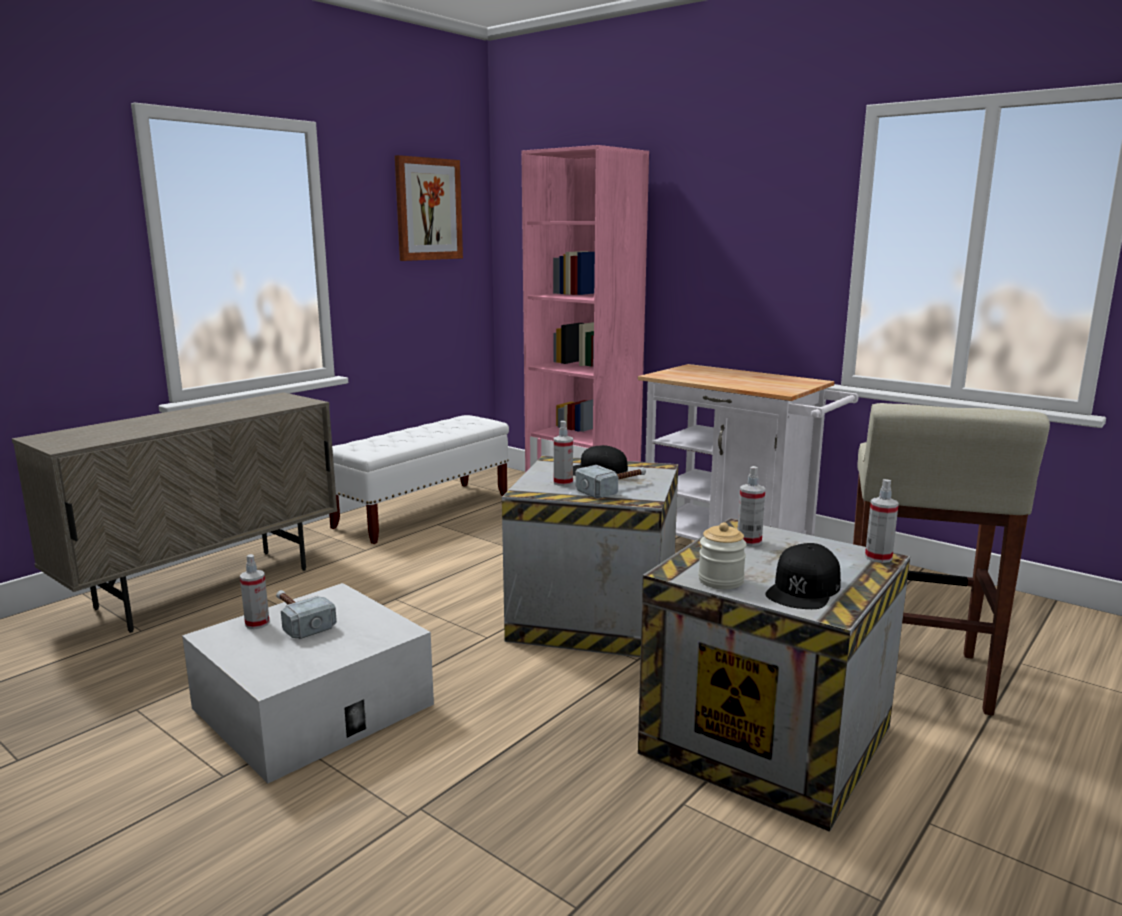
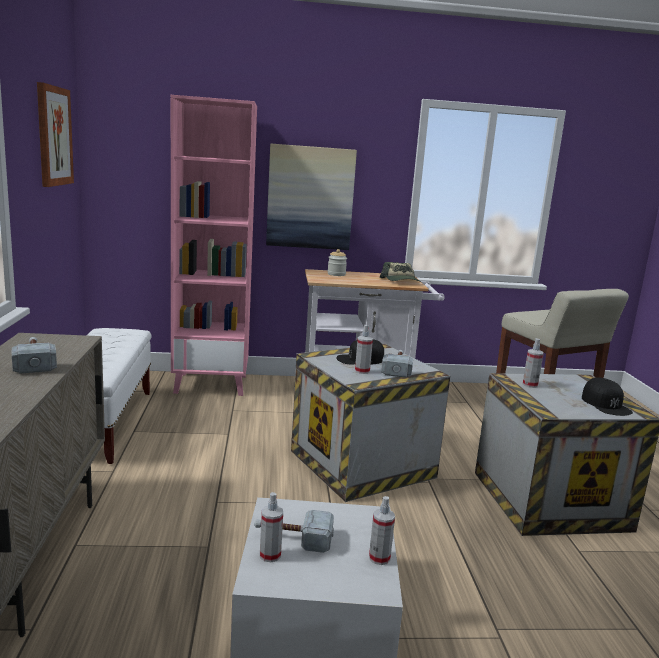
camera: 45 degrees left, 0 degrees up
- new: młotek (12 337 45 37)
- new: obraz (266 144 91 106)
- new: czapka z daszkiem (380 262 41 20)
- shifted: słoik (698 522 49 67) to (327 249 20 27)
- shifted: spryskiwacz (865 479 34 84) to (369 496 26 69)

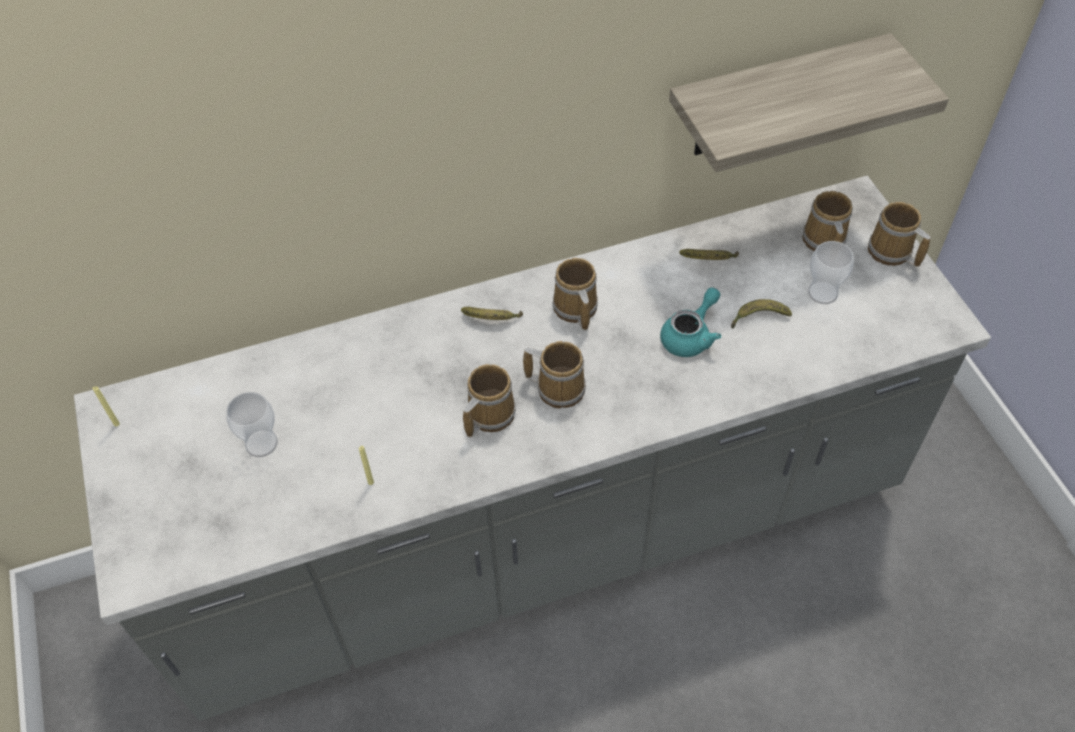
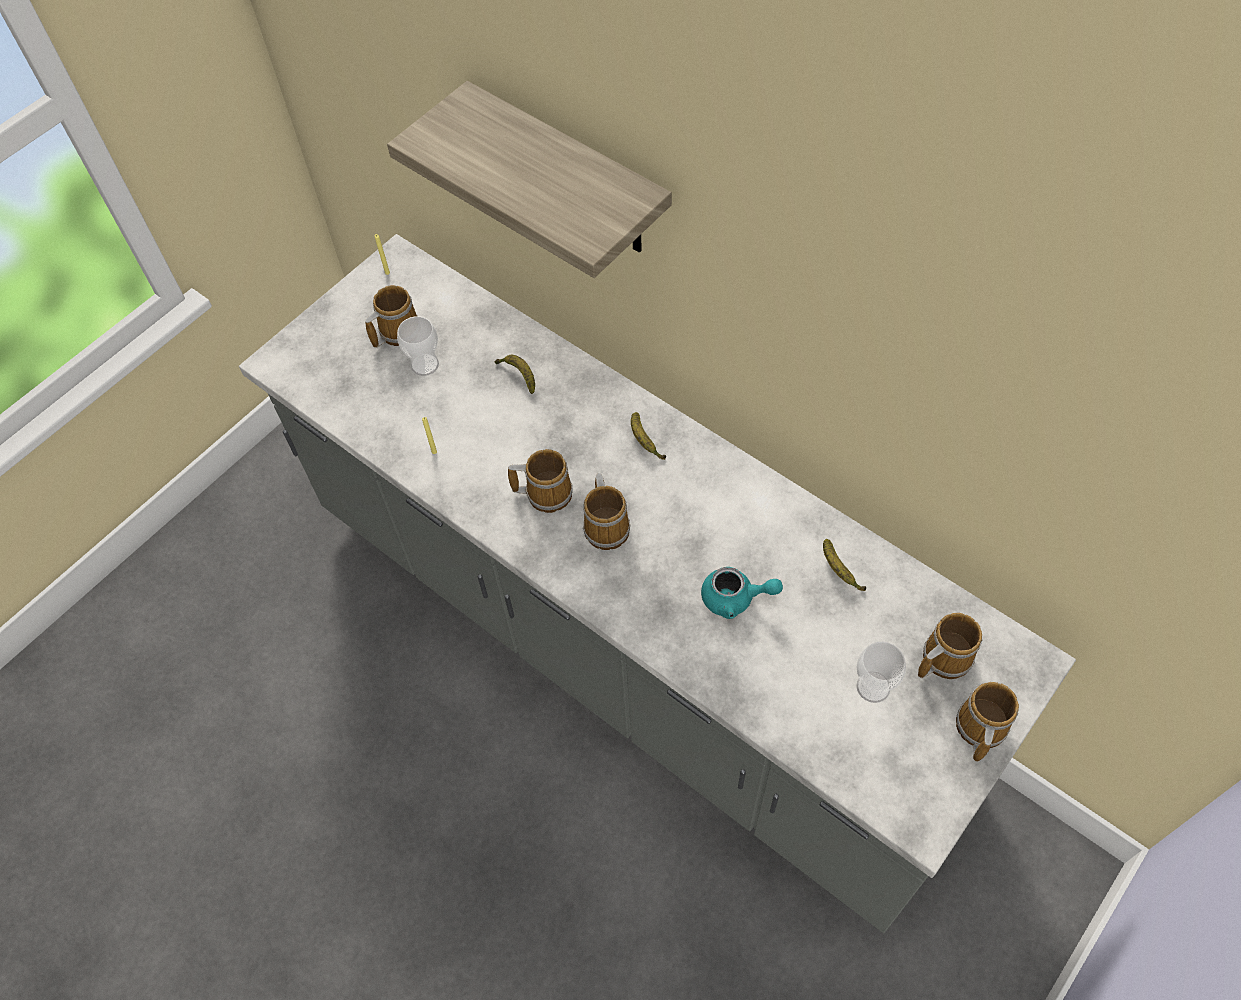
camera: 60 degrees right, 5 degrees up
- shifted: kubek (552 258 46 72) to (365 285 53 63)
- shifted: półka (669 33 280 139) to (387 81 285 197)
- shifted: banan (731 299 61 29) to (495 355 40 39)

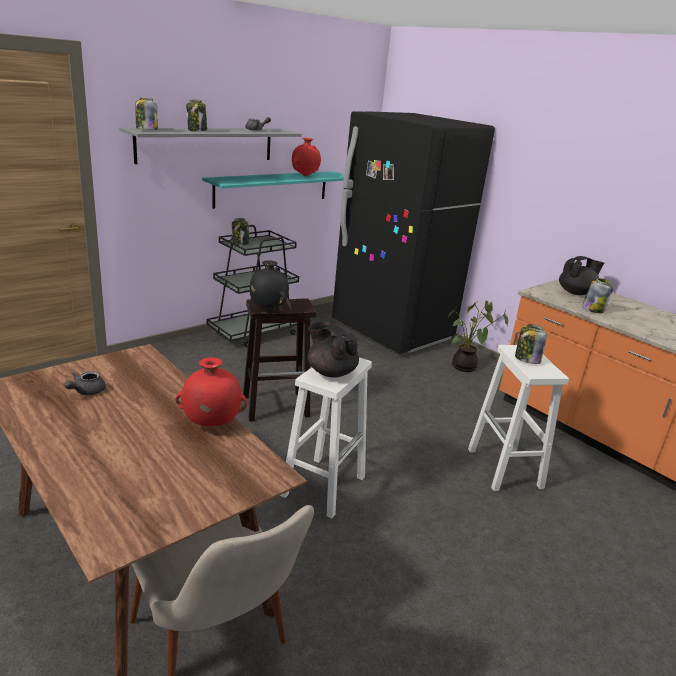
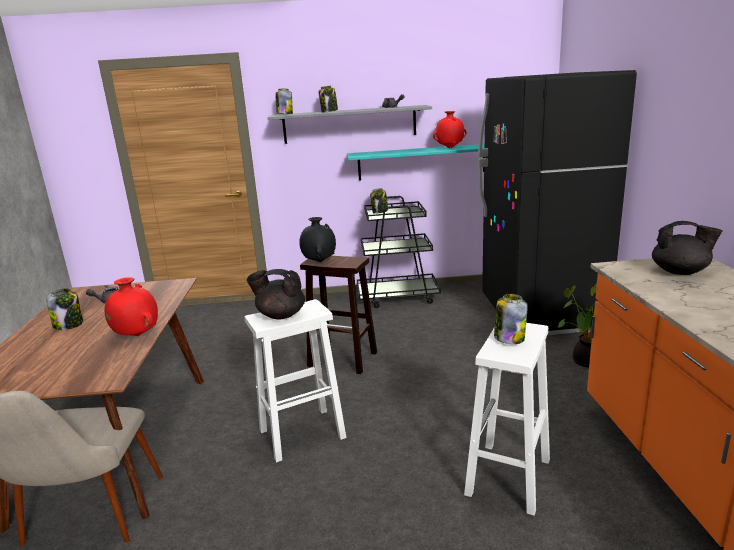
camera: 40 degrees right, 5 degrees down
- shifted: słoik (582 278 31 35) to (46 288 37 42)
- rotated: imbryk/czarny (308 321 51 57) = (247 269 58 51) 75 degrees counterclockwise

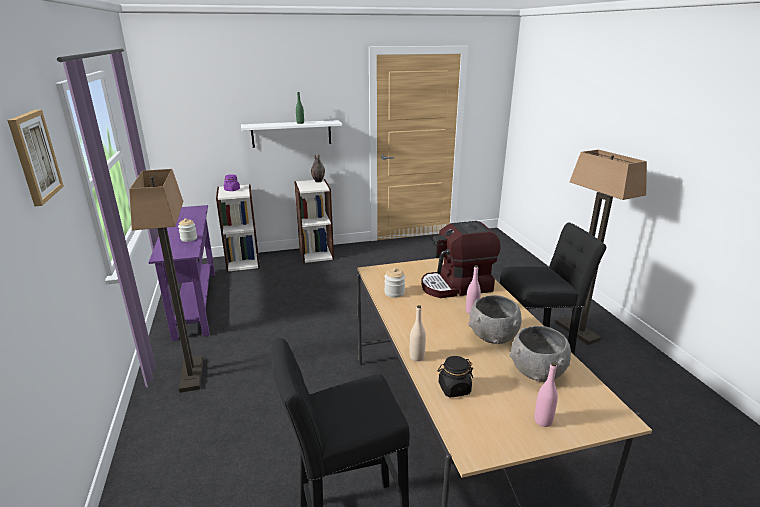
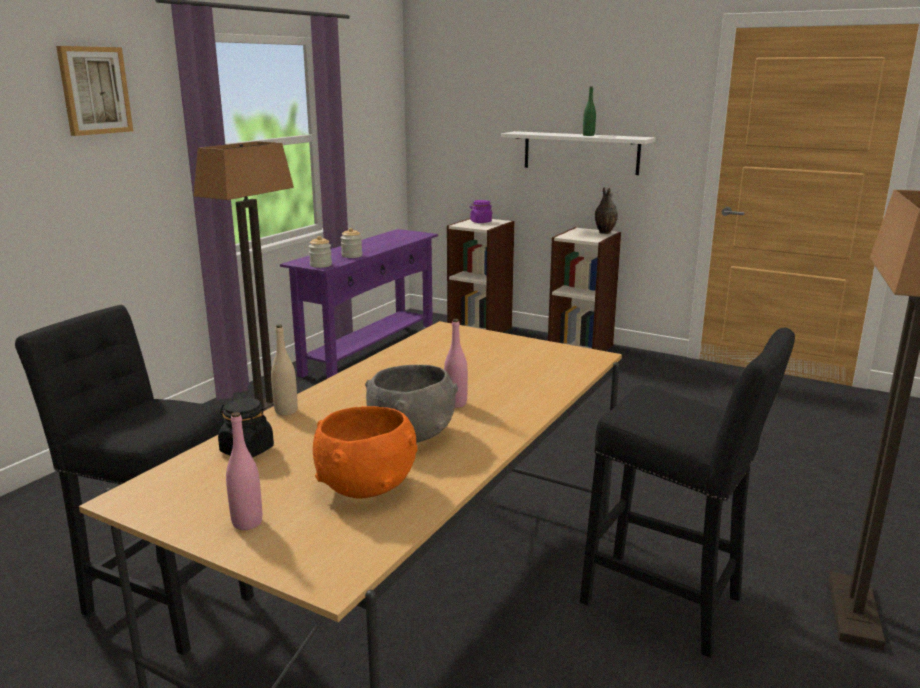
camera: 45 degrees right, 5 degrees down
- gone: ekspres do kawy (421 221 79 77)
- shifted: słoik (384 268 21 30) to (309 236 23 32)
- repainted: miska/szary (509 326 62 56) to miska/pomarańczowy (313 406 104 93)

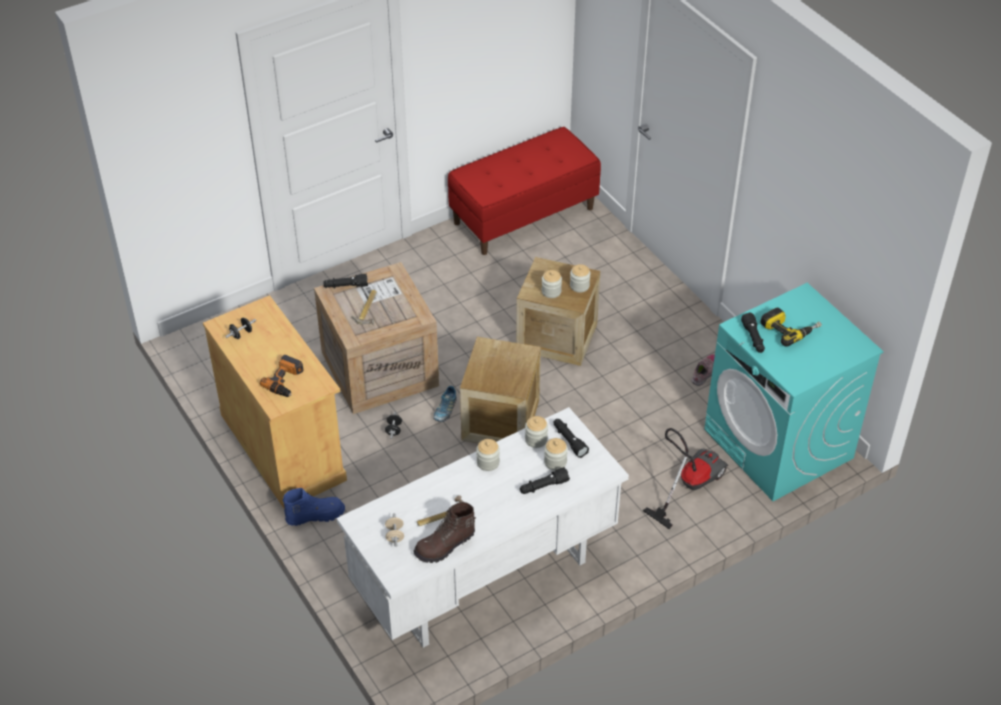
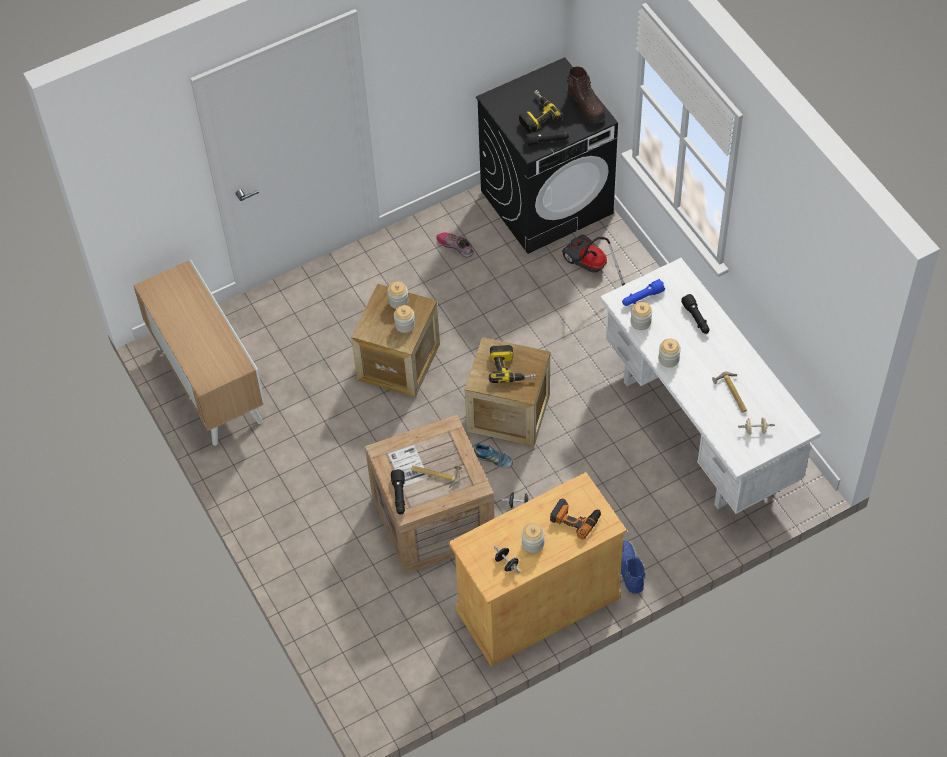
camera: 85 degrees left, 10 degrees up
- new: wiertarka (489 345 47 38)
- shifted: but z cholewką/brązowy (413 502 63 61) to (567 66 39 58)
- shifted: słoik (544 438 24 32) to (522 523 23 30)
- swapped: ławka/czerwony (448 127 153 128) to szafka (133 260 132 186)
- repainted: latarka/czarny (554 419 35 39) to latarka/niebieski (622 279 43 27)
- repainted: pralka/turkusowy (704 283 180 218) to pralka/czarny (476 57 142 197)

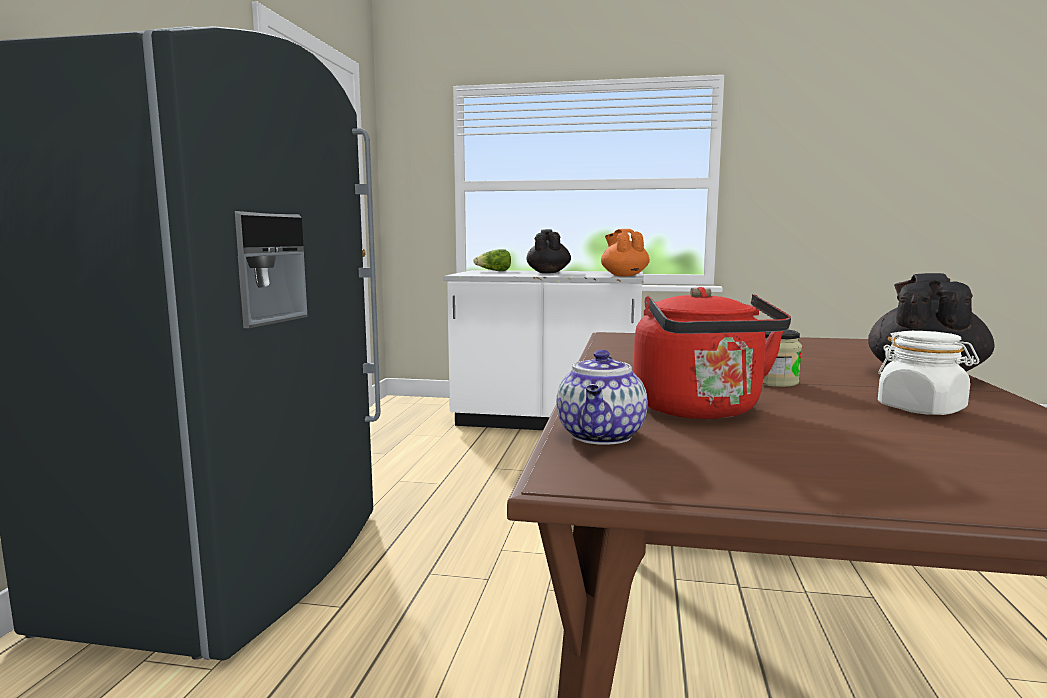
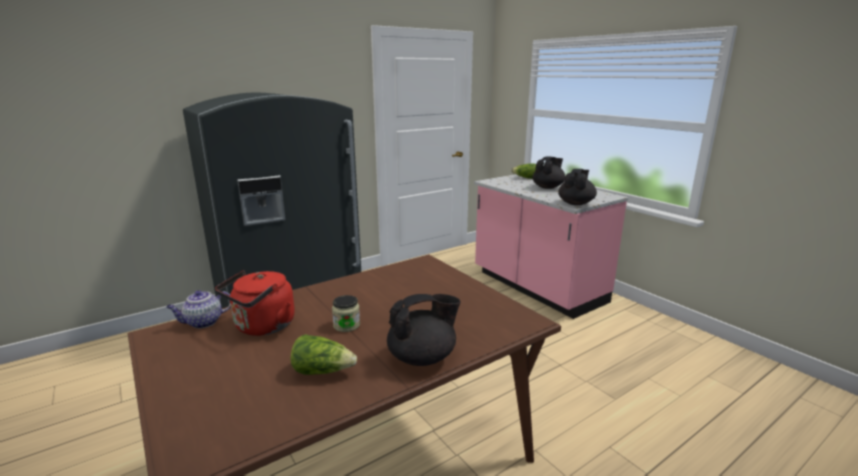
camera: 45 degrees right, 10 degrees up
- swapped: słoik/biały (878 331 101 84) to sałata (291 334 66 41)
- repainted: zabudowa kuchenna/biały (444 270 200 160) to zabudowa kuchenna/różowy (474 174 154 145)
- repainted: imbryk/pomarańczowy (601 229 49 47) to imbryk/czarny (558 169 39 36)

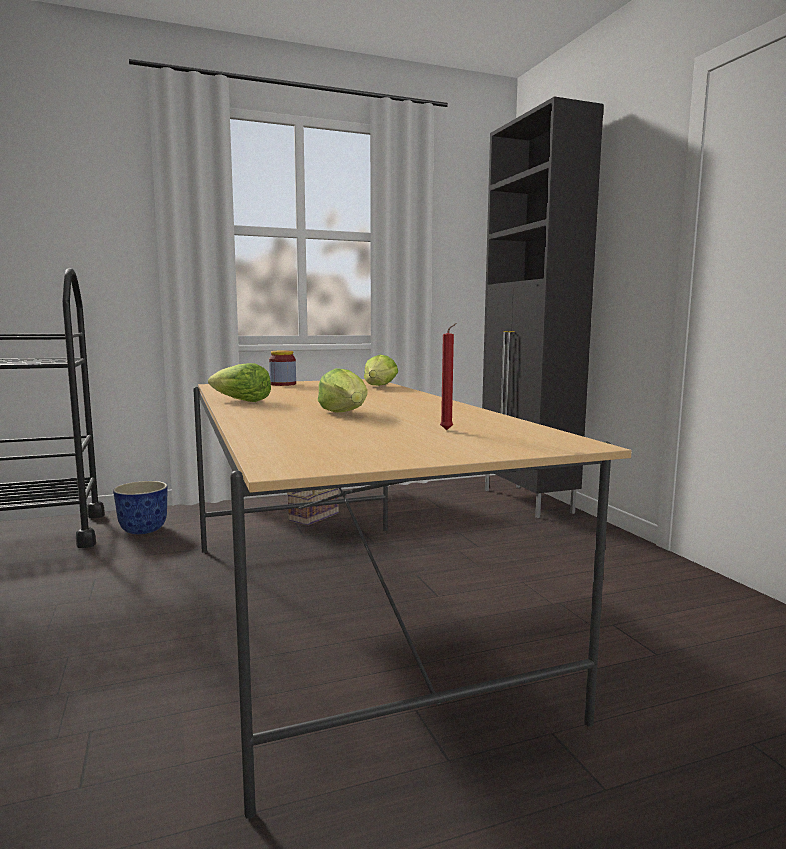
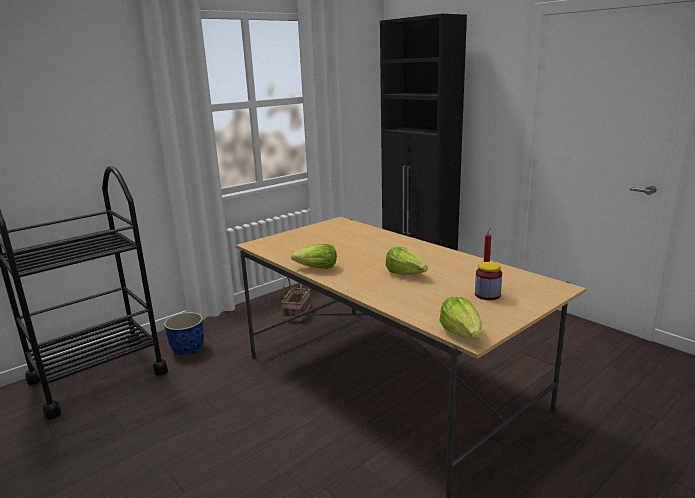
camera: 20 degrees left, 10 degrees up
- shifted: słoik (269 351 27 35) to (475 262 27 38)
- shifted: sałata (364 354 34 32) to (439 297 43 42)

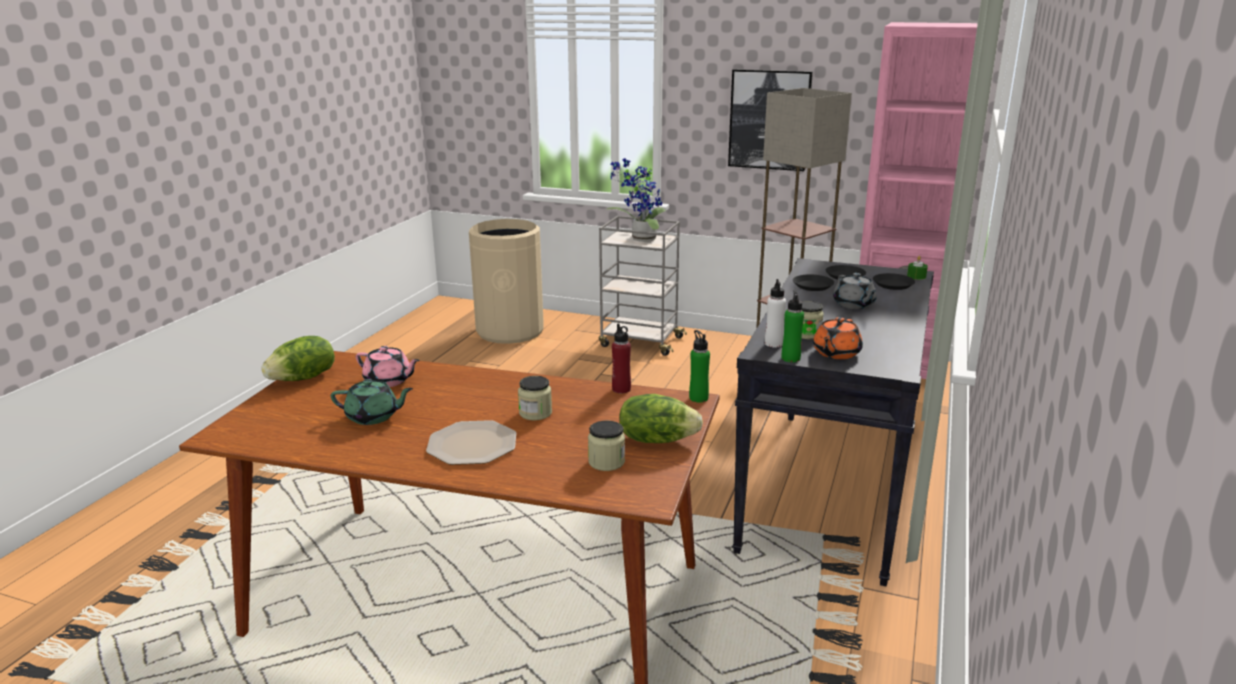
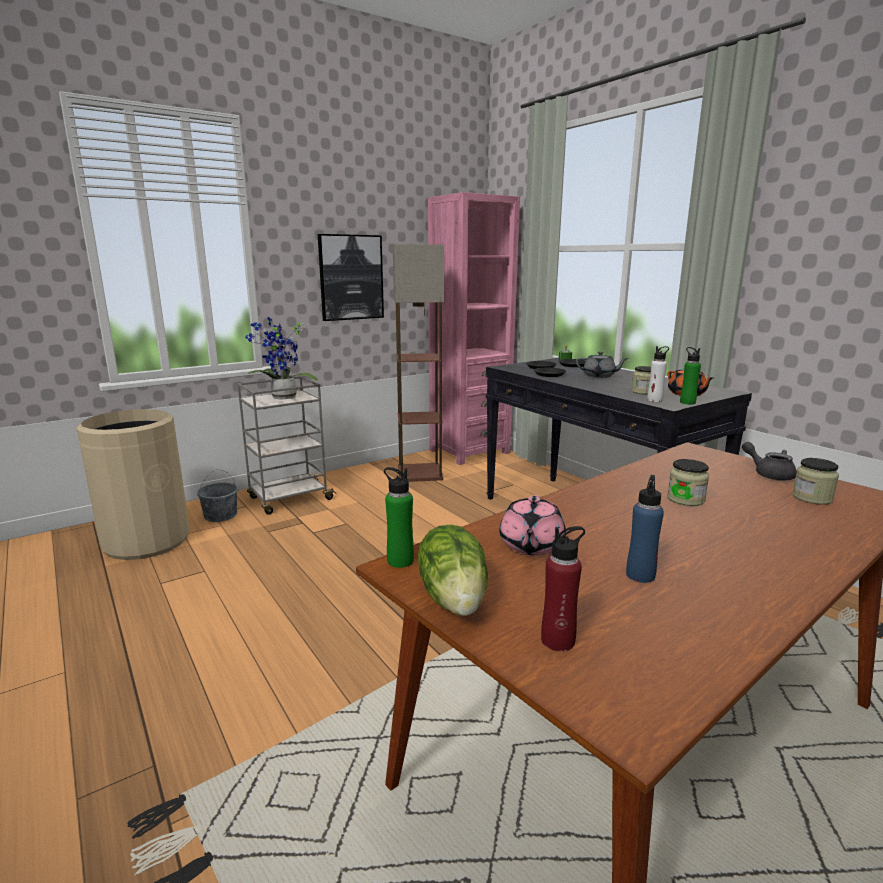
camera: 55 degrees left, 5 degrees down
- gone: talerz (426 420 90 45)
- new: wiadro/szary (196 470 42 52)
- shifted: butelka/czerwony (612 323 19 70) to (541 526 44 125)
- shifted: butelka/zielony (689 330 21 73) to (384 467 30 101)
- swapped: imbryk/zielony (331 379 82 46) to butelka/niebieski (626 475 38 108)
- swapped: sałata (619 394 84 49) to imbryk/szary (742 442 55 39)
- rotated: imbryk/różowy (356 346 64 41) = (500 495 66 60) 135 degrees clockwise

